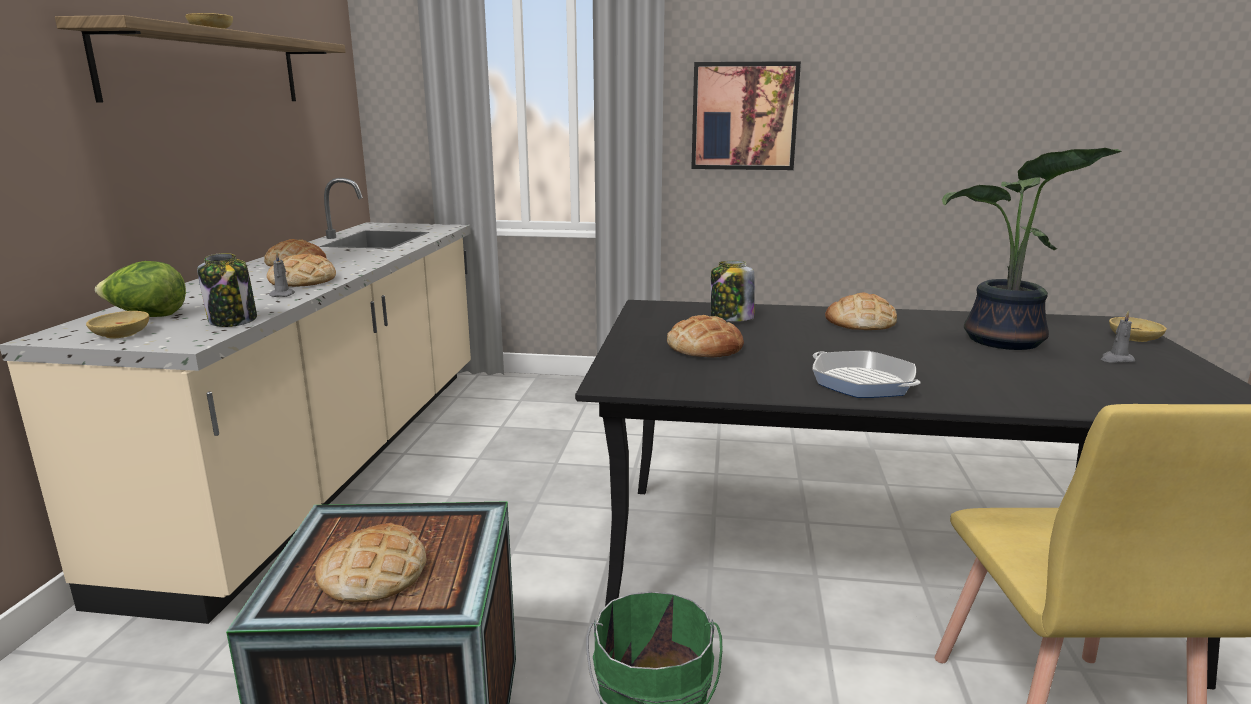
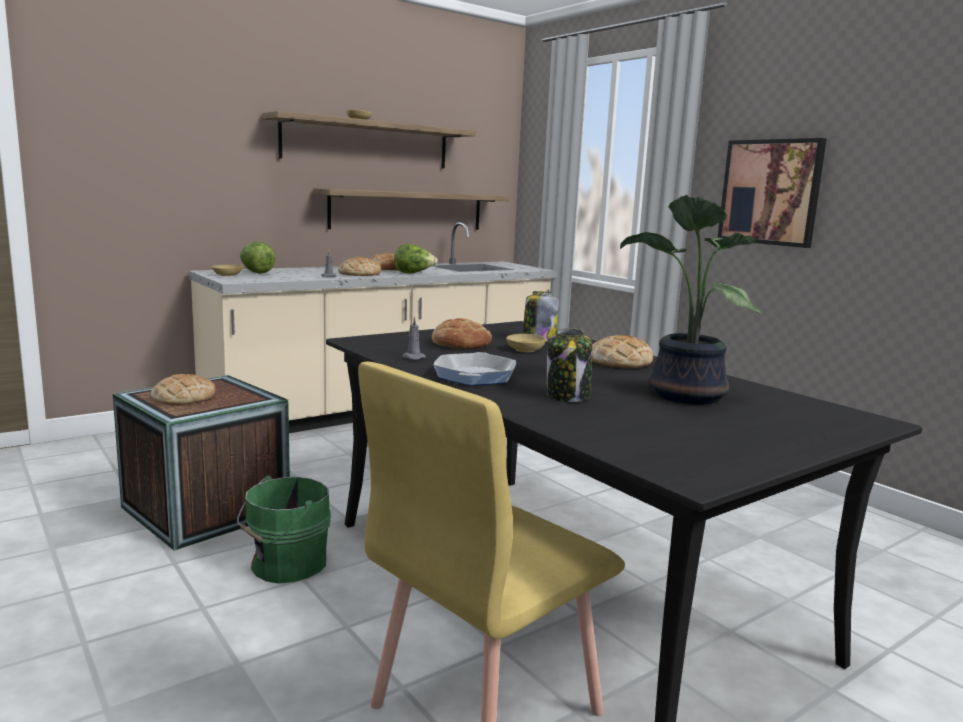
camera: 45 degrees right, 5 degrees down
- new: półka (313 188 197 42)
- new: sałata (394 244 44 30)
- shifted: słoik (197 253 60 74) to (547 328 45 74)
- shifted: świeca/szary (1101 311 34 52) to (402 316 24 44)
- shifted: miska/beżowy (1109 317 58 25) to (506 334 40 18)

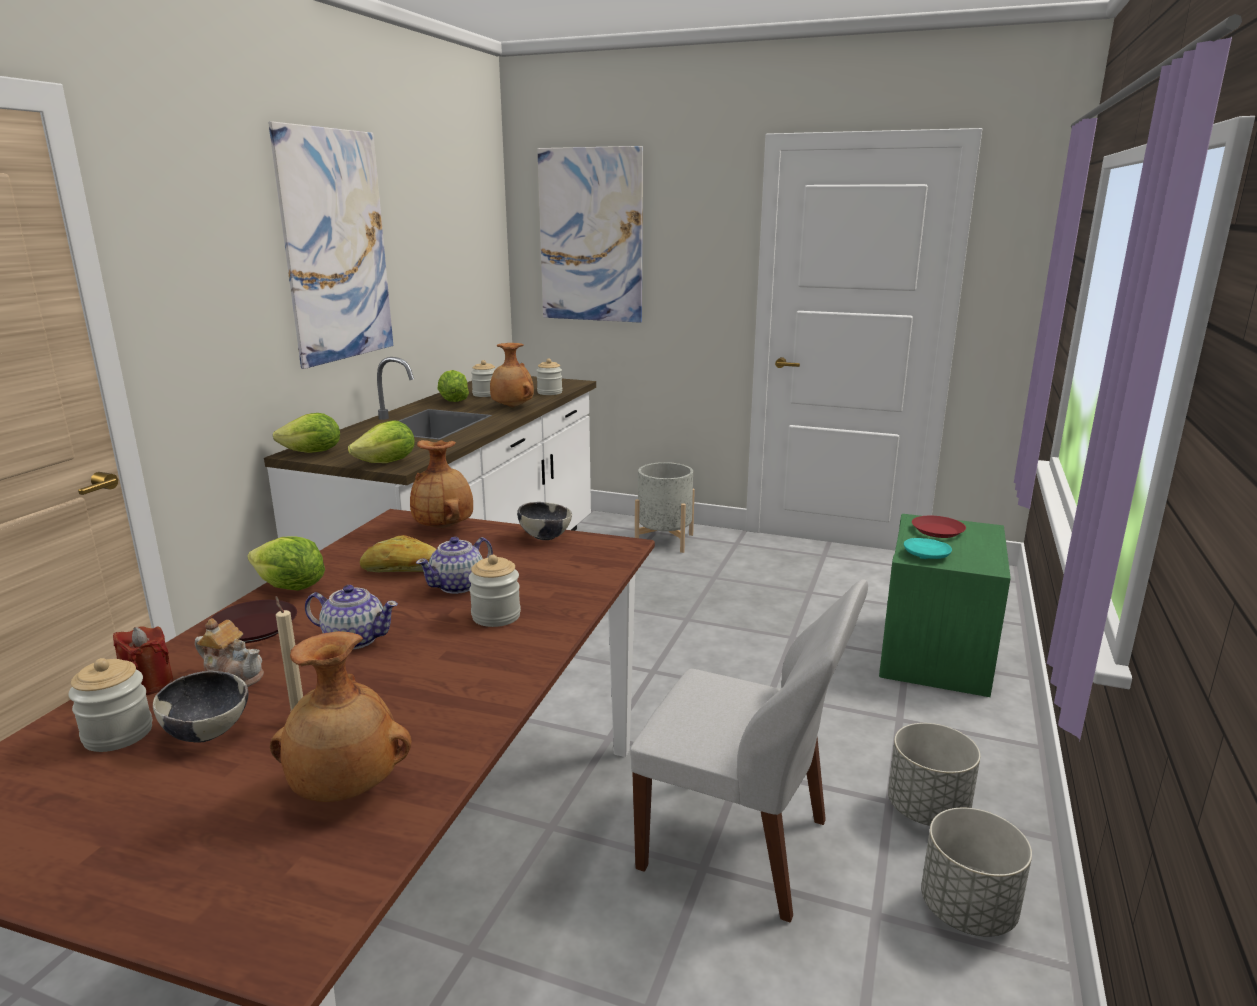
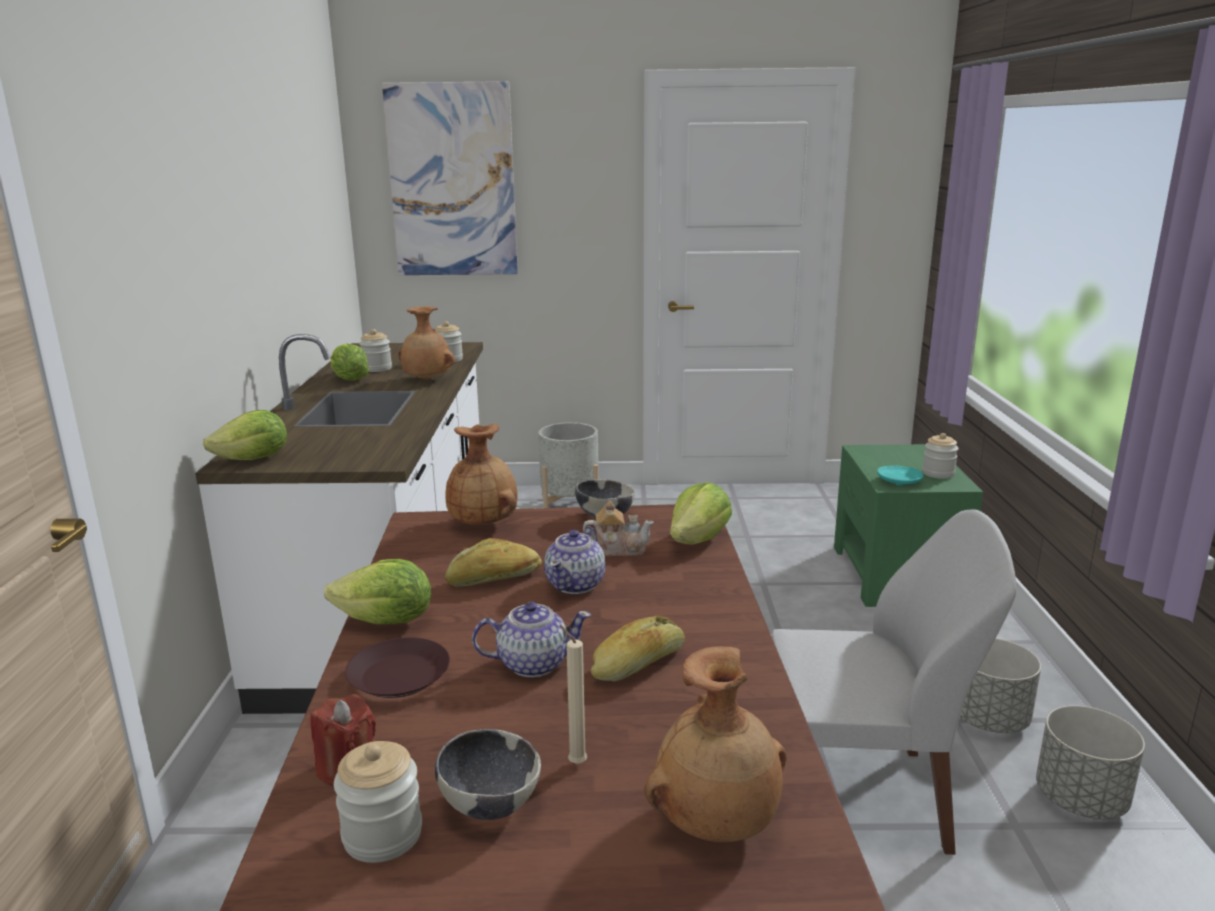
camera: 20 degrees left, 0 degrees up
- gone: obraz (269 121 124 248)
- gone: talerz/czerwony (912 516 54 22)
- new: chleb (591 615 94 66)
- shifted: imbryk (195 618 69 69) to (583 501 71 55)
- shifted: sałata (348 420 67 43) to (670 482 62 63)
- shifted: słoik (469 555 52 72) to (922 433 37 46)

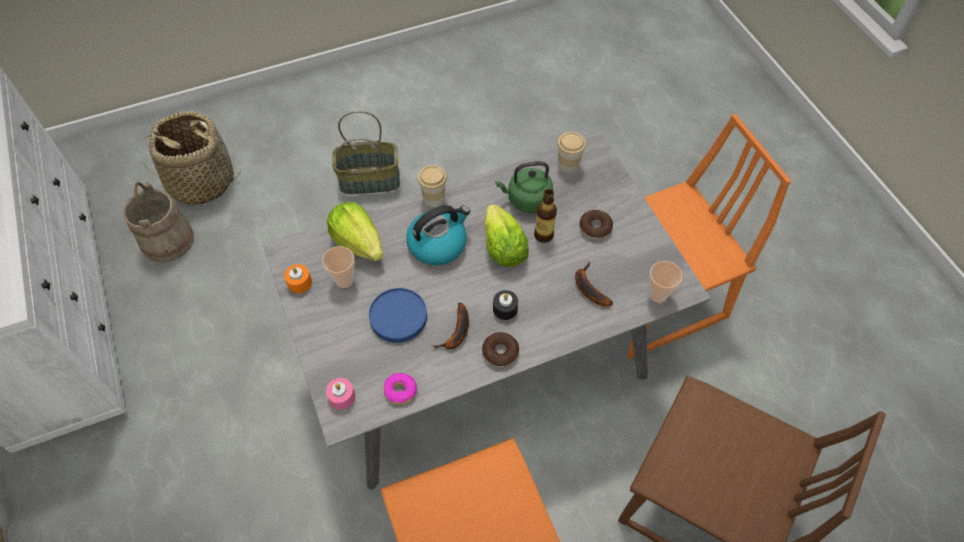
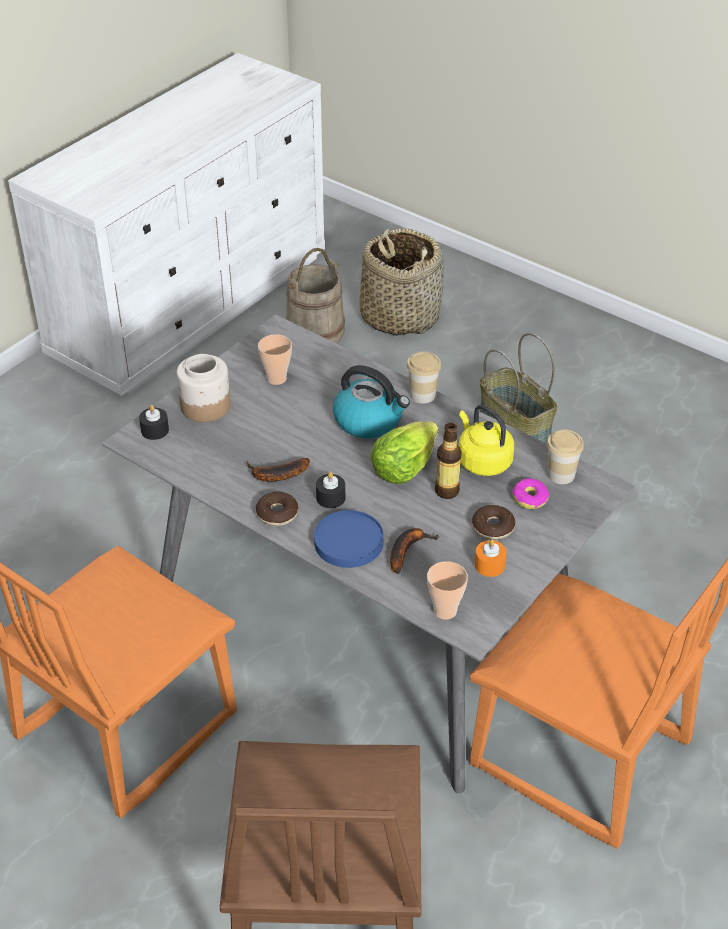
camera: 60 degrees right, 15 degrees down
- gone: sałata (327 202 56 59)
- new: słoik (177 354 54 68)
- shifted: świeca/pomarańczowy (284 264 28 29) to (475 539 32 38)
- shifted: talerz/niebieski (369 288 58 55) to (314 510 70 58)
- shifted: donut (384 373 33 32) to (512 478 37 31)
- repainted: świeca/różowy (326 378 29 32) to świeca/czarny (139 405 30 35)
- repainted: czajnik/zielony (496 161 57 52) to czajnik/żółty (459 405 55 71)

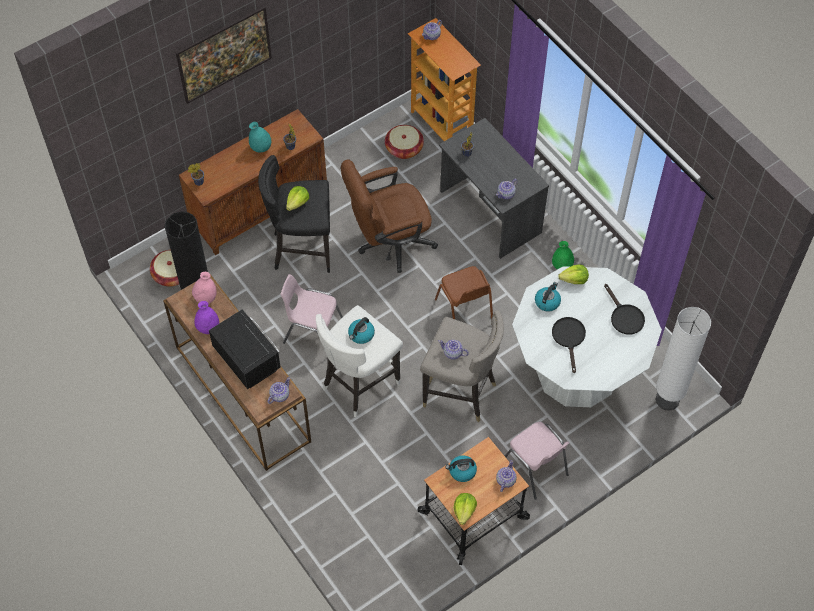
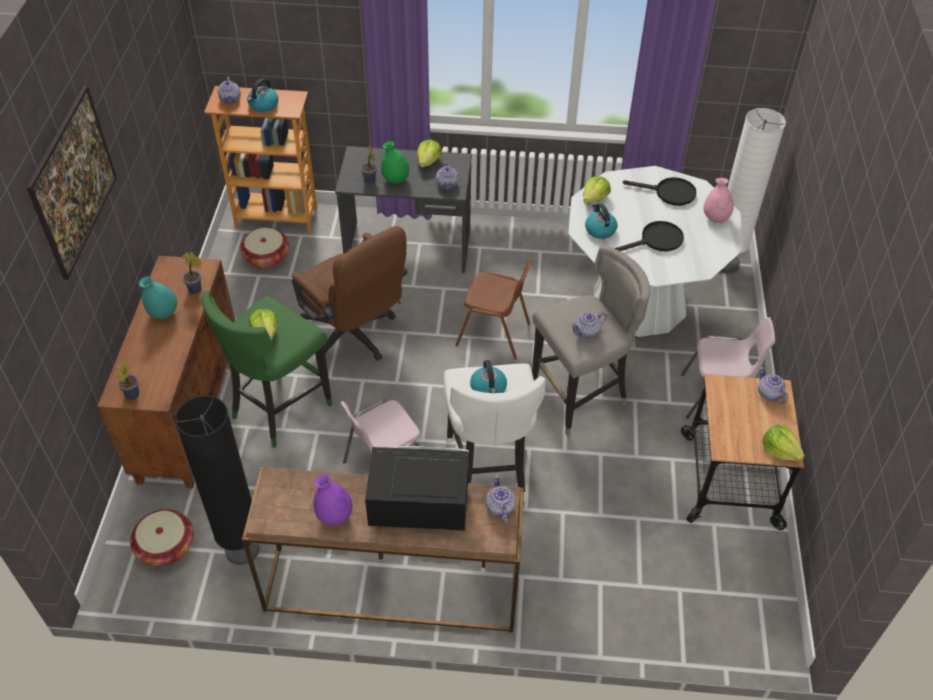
camera: 50 degrees left, 10 degrees down
- new: sałata (417 140 25 28)
- shifted: wazon/różowy (192 272 25 32) to (703 178 31 45)
- shifted: czajnik (445 455 32 27) to (247 78 31 34)
- shifted: wazon/zielony (552 241 22 28) to (381 141 28 43)
- repainted: stołek/czarny (258 155 72 118) to stołek/zielony (201 291 131 157)
- rotated: krzesło biurowe/brązowy (341 159 97 114) = (292 226 115 135) 60 degrees counterclockwise
- rotated: patelnia/czarny (552 317 34 56) = (614 221 70 30) 120 degrees clockwise

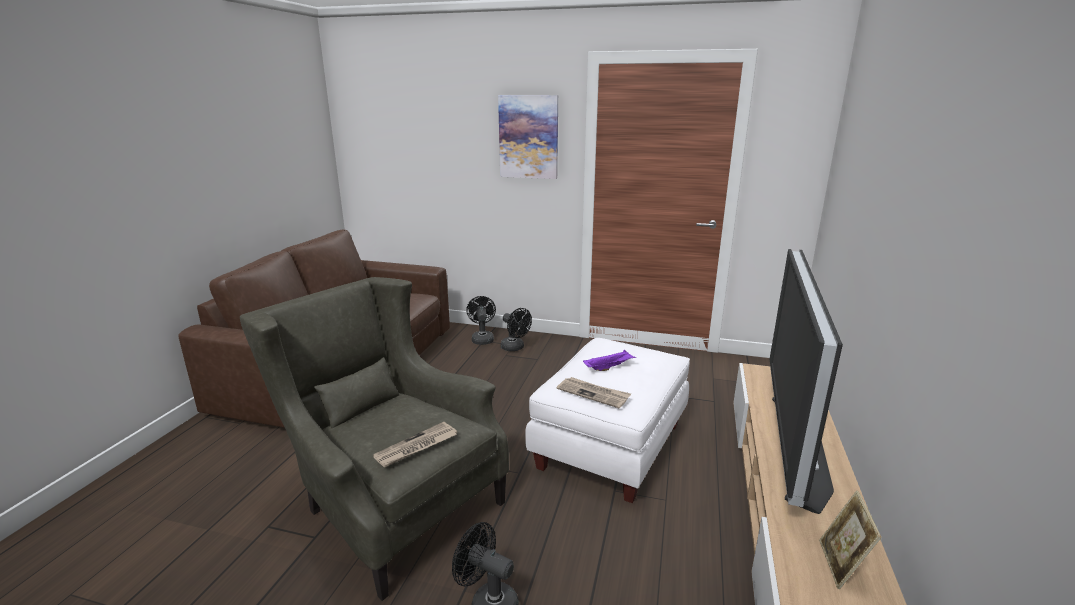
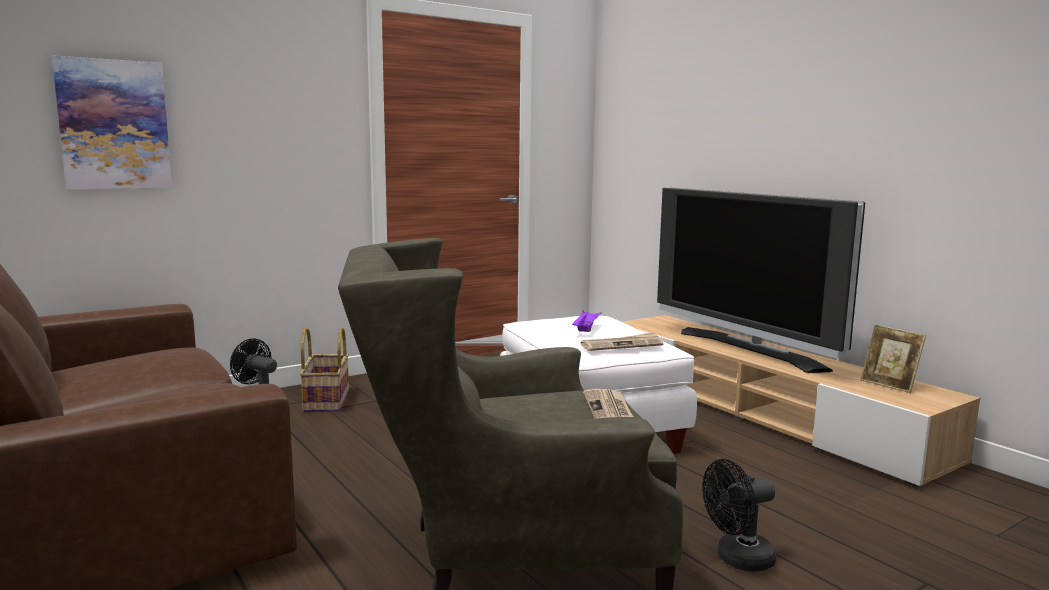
camera: 50 degrees left, 10 degrees down
- shifted: obraz (498 95 60 84) to (52 55 120 134)
- swapped: wentylator/czarny (500 308 32 43) to koszyk (300 327 49 85)

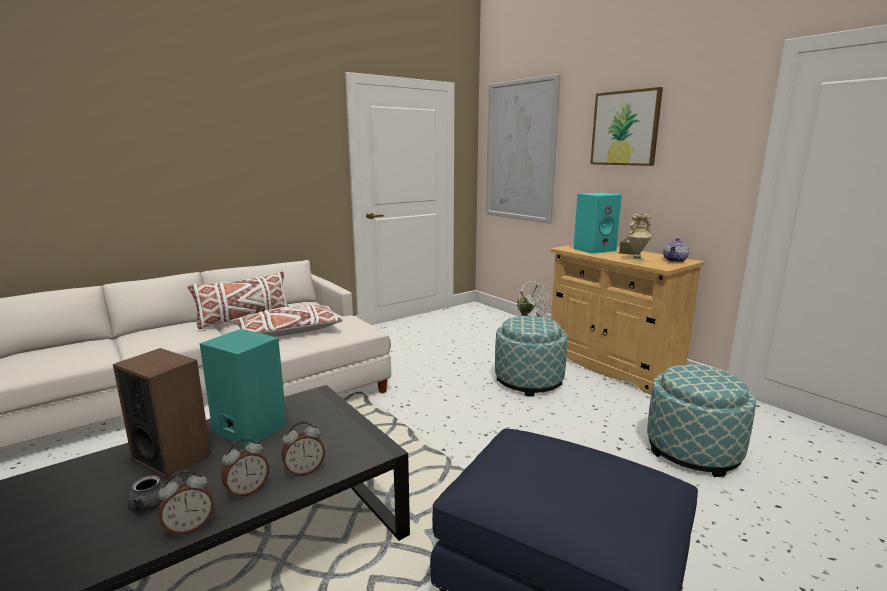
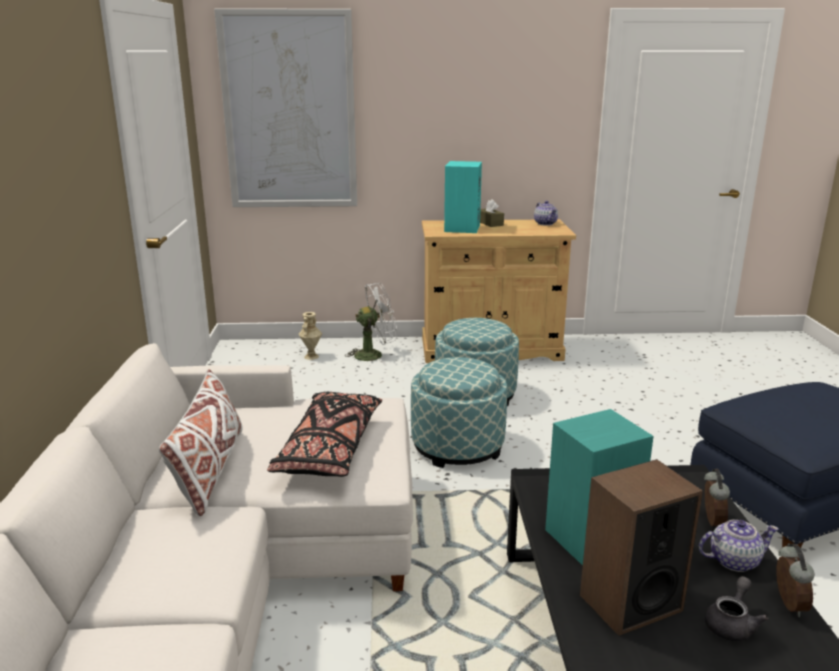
camera: 55 degrees left, 5 degrees up
- gone: obraz (590 87 73 79)
- shifted: wazon/beżowy (627 214 25 48) to (299 312 23 48)
- shifted: pufa (647 365 109 112) to (411 357 96 111)
- swapped: budzik (221 438 48 61) to imbryk (699 520 80 52)
- repainted: poduszka/biały (233 305 110 32) to poduszka/czarny (267 392 115 85)

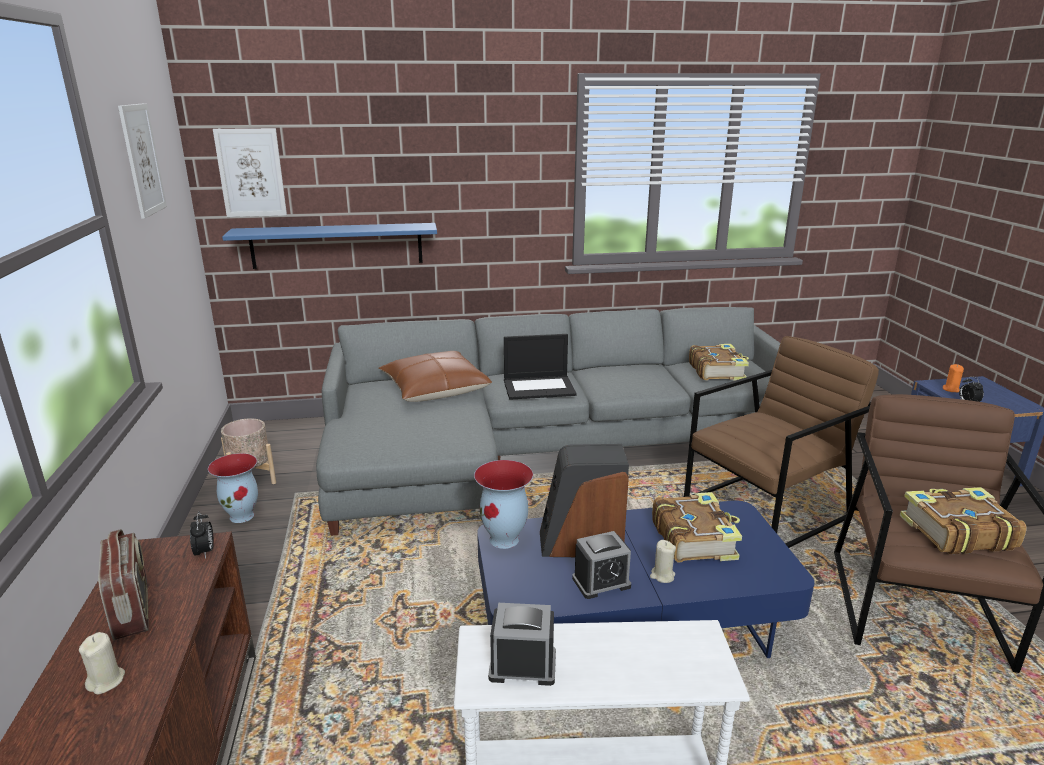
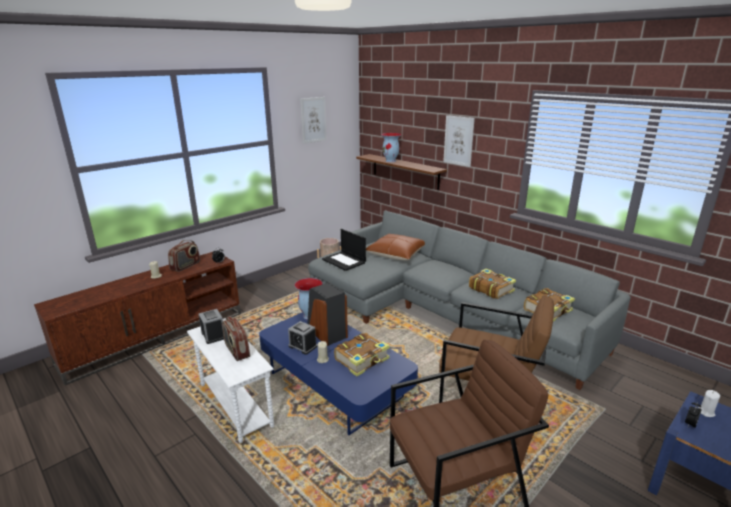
camera: 55 degrees right, 0 degrees up
- new: radio (222 316 28 45)
- shifted: wazon (208 453 50 70) to (381 133 20 29)
- shifted: obraz (213 128 74 89) to (443 115 32 52)
- shifted: laptop (504 334 72 66) to (322 229 44 42)
- shifted: książka (900 487 126 67) to (469 269 47 30)
- repainted: półka/niebieski (222 223 215 46) to półka/brązowy (356 154 91 36)
- repainted: świeca/pomarańczowy (943 364 21 28) to świeca/biały (698 390 22 27)

